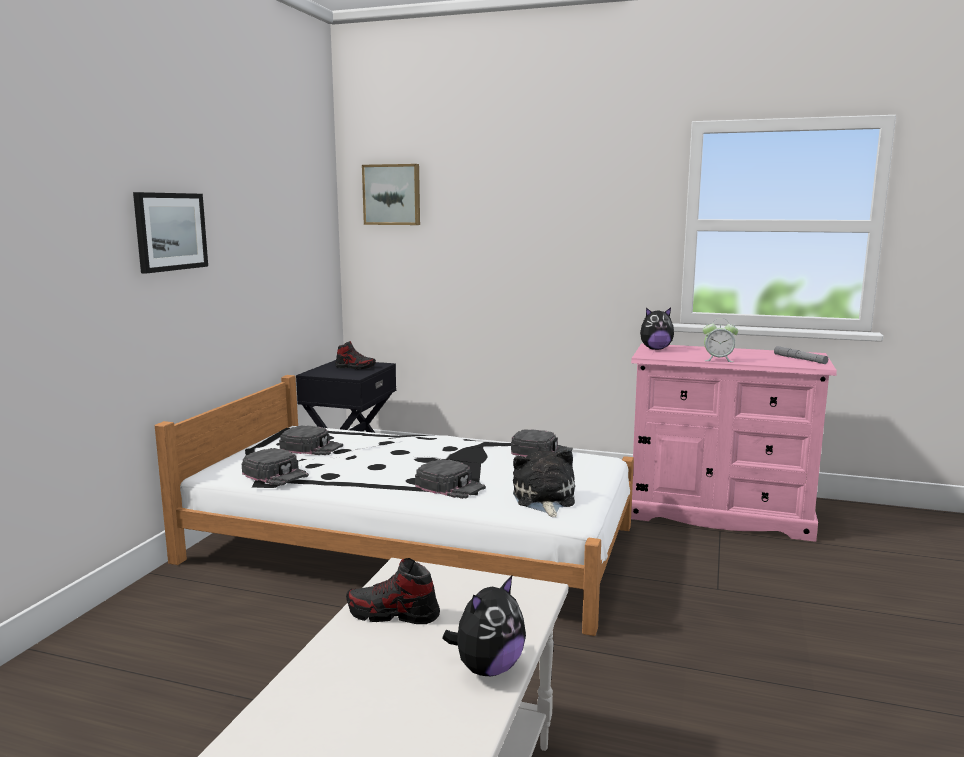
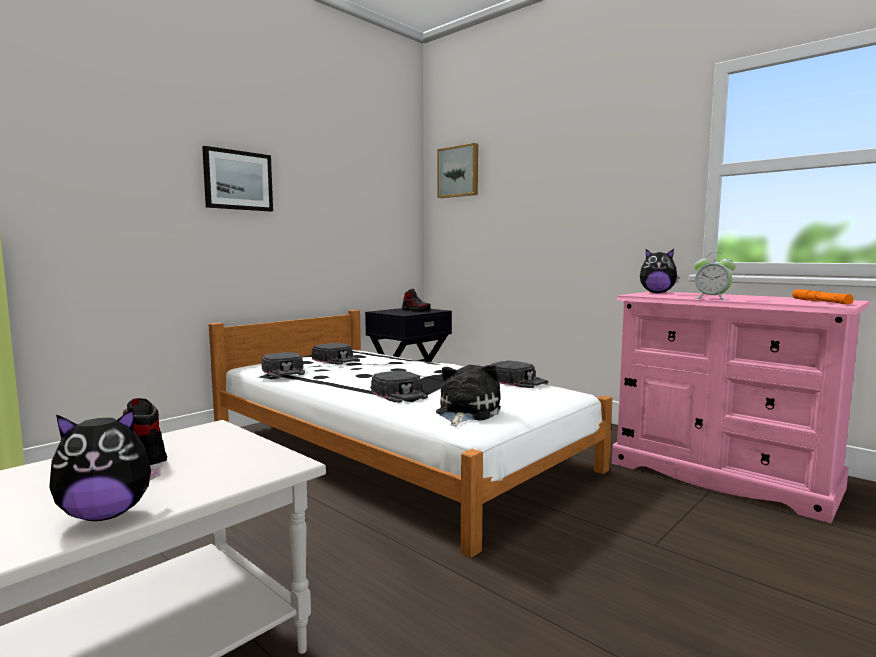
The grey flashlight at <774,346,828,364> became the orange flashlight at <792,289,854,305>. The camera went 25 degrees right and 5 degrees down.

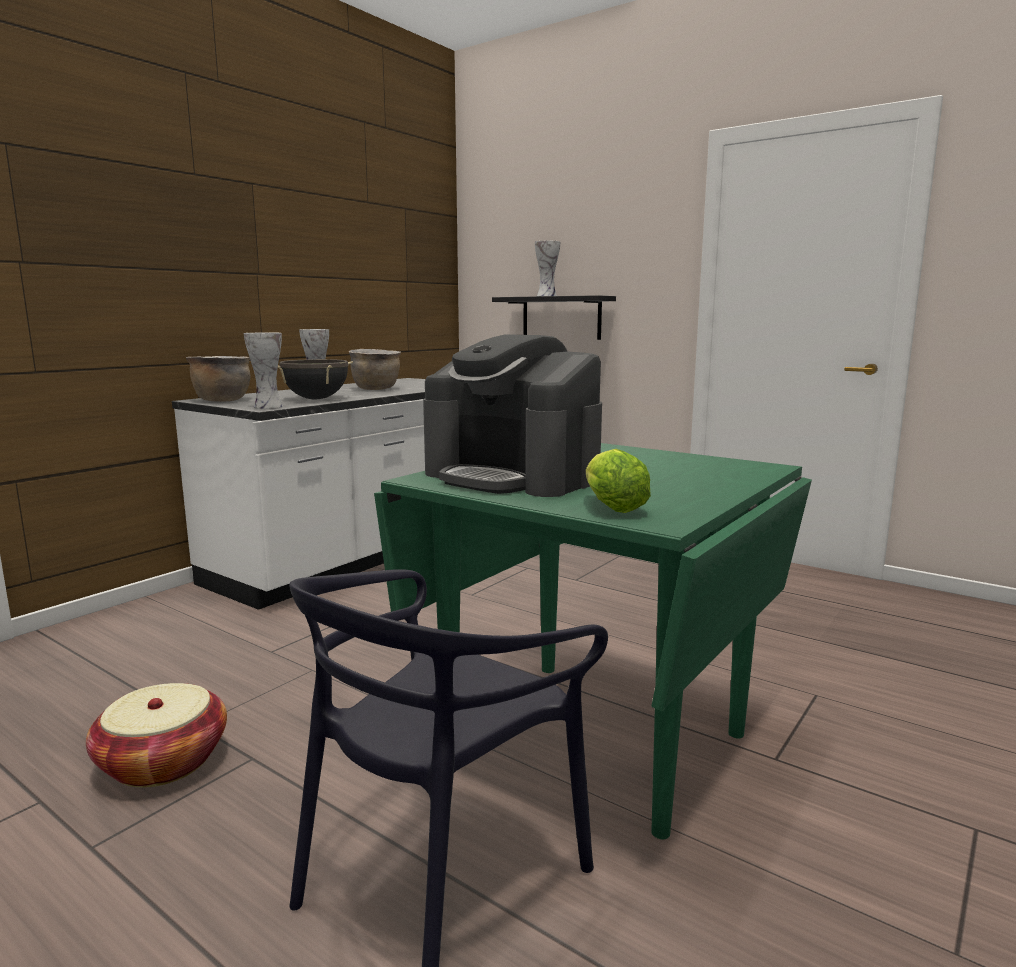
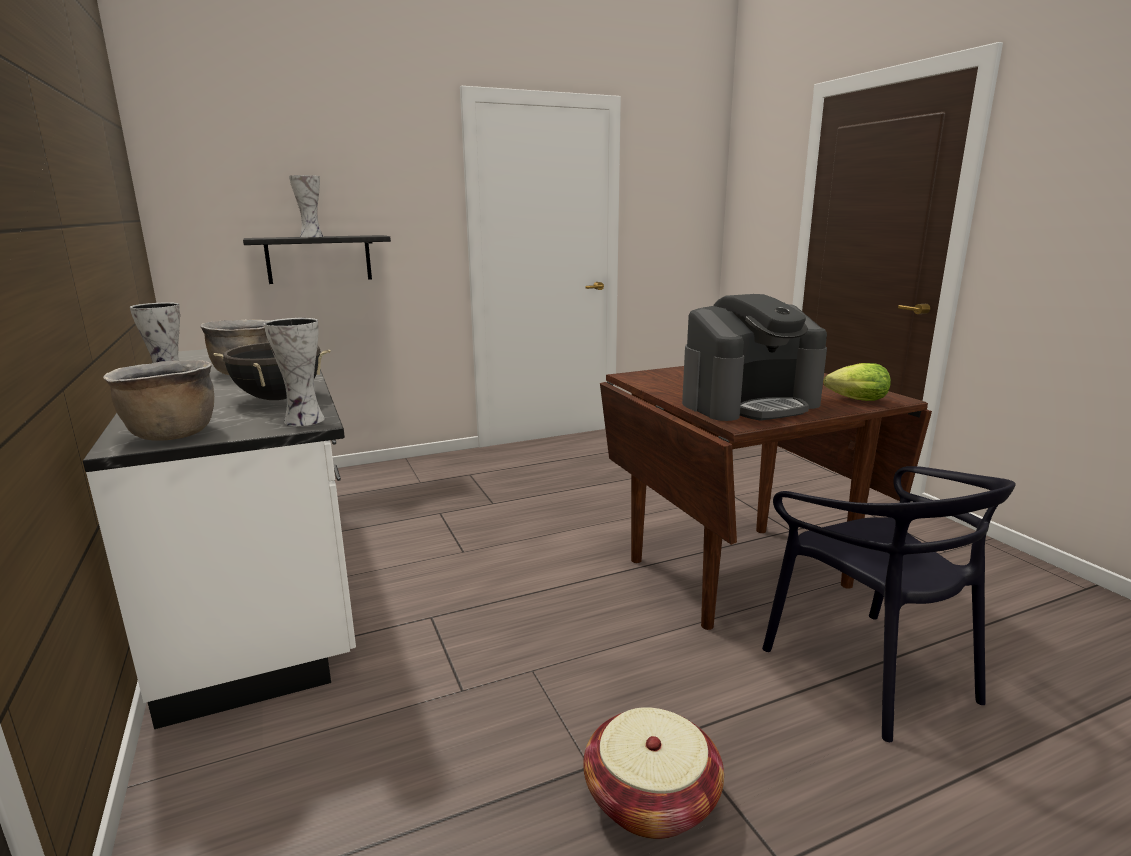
The green dining table at <374,443,812,839> became the brown dining table at <600,366,932,630>. The camera went 60 degrees left and 5 degrees up.

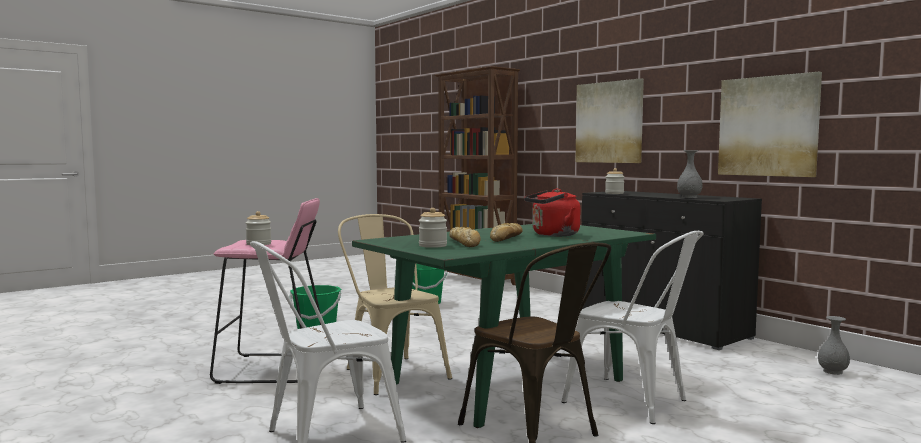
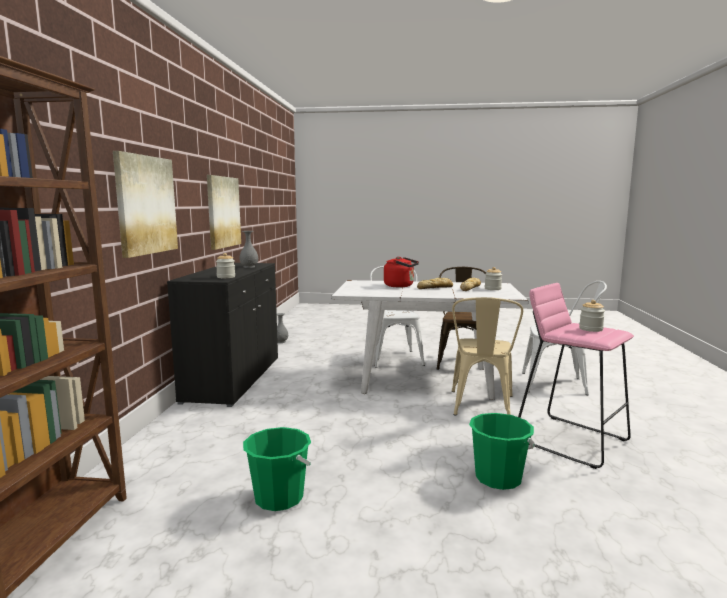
The green dining table at <352,224,656,428> became the white dining table at <332,280,528,400>. The camera went 135 degrees left and 5 degrees up.

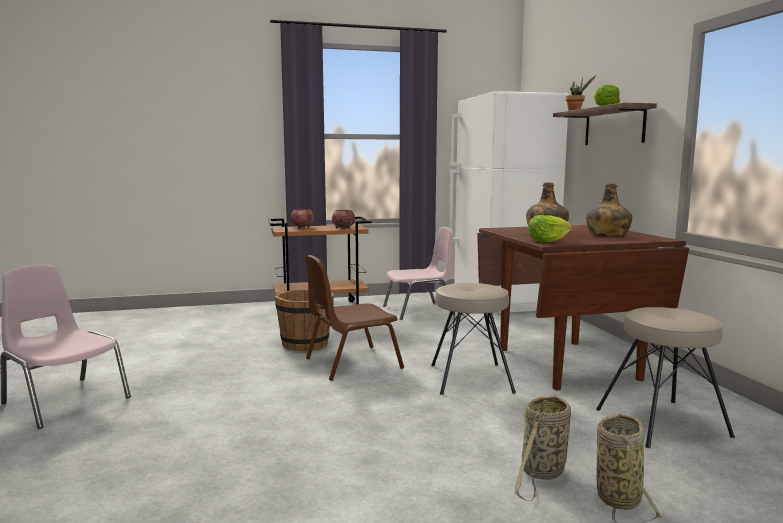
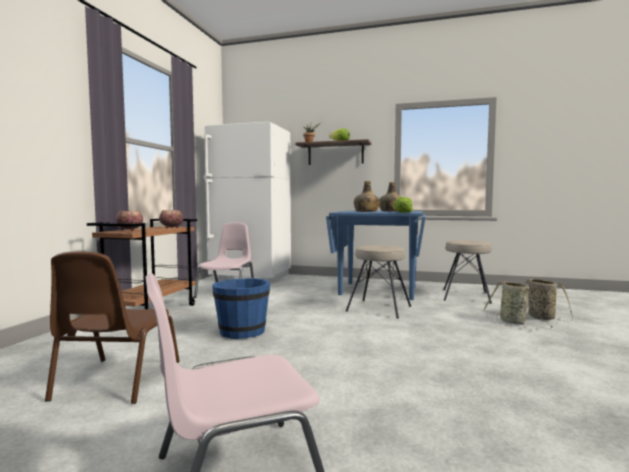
The brown bucket at <275,289,334,351> became the blue bucket at <212,278,270,339>. The brown chair moved from <305,255,404,381> to <45,252,180,404>. The brown dining table at <477,225,689,390> became the blue dining table at <326,211,426,300>. The camera went 60 degrees left and 5 degrees down.

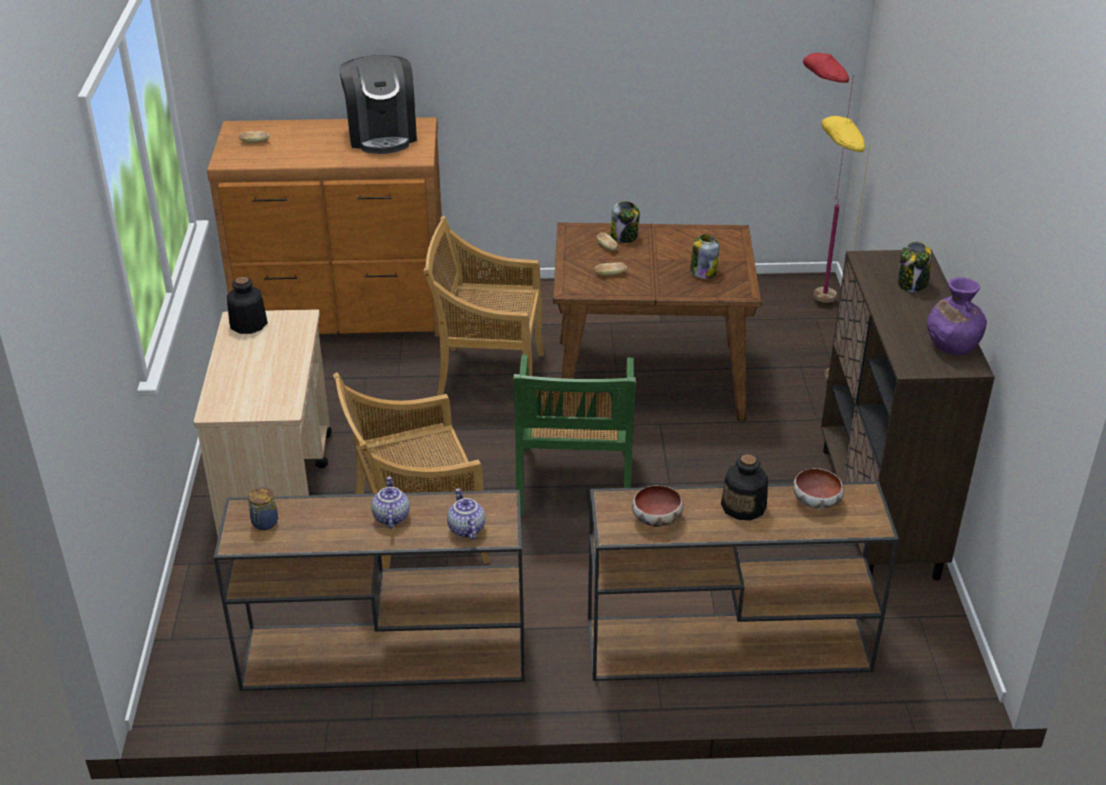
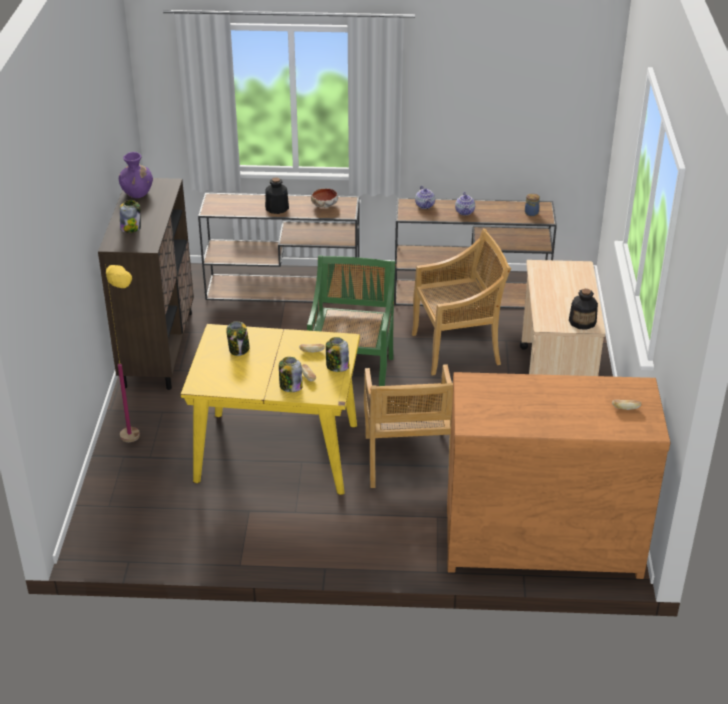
The coffee machine at <339,55,417,154> disappeared. The beige chair at <423,216,544,396> turned 75 degrees clockwise. The brown dining table at <553,223,761,421> became the yellow dining table at <180,324,360,495>. The bowl at <793,468,844,509> disappeared. The red floor lamp at <803,53,854,303> disappeared. The jar at <326,337,349,372> appeared. The camera went 175 degrees left and 0 degrees up.

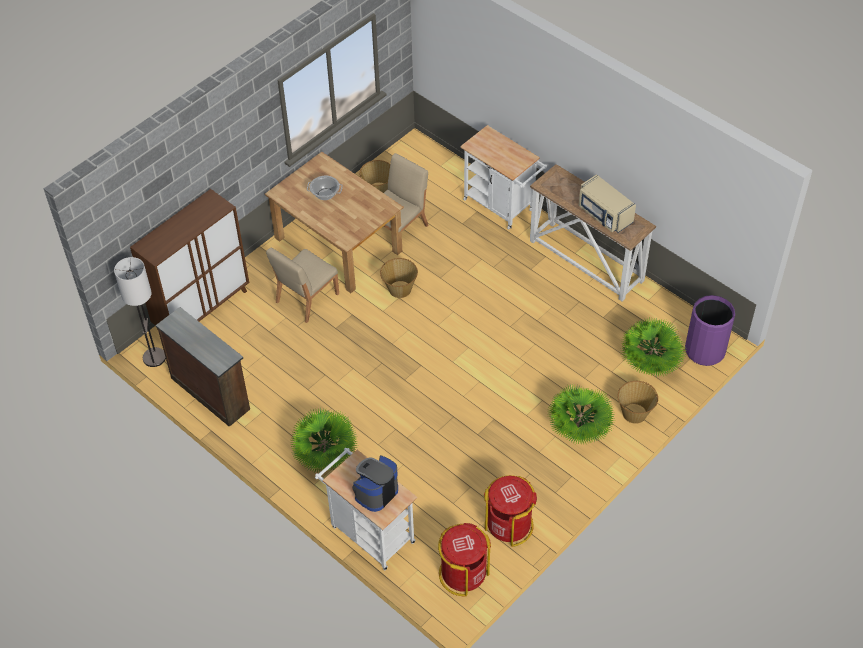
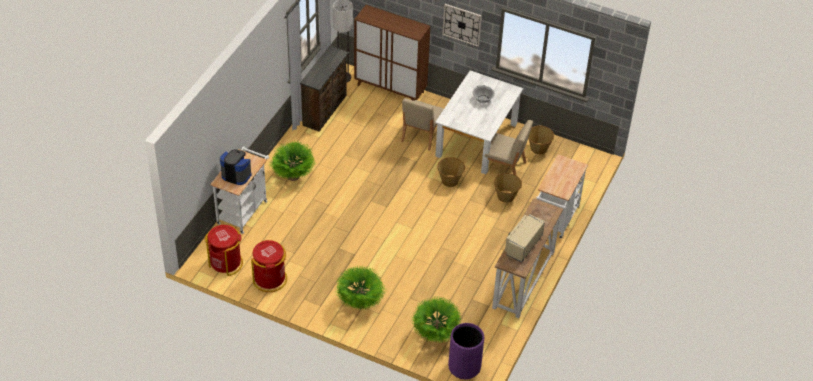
The brown dining table at <265,152,404,293> became the white dining table at <435,70,523,174>. The beige chair at <266,248,339,323> turned 90 degrees counterclockwise. The basket moved from <617,381,658,424> to <494,173,522,203>. The wall clock at <443,4,482,47> appeared. The camera went 70 degrees right and 5 degrees down.

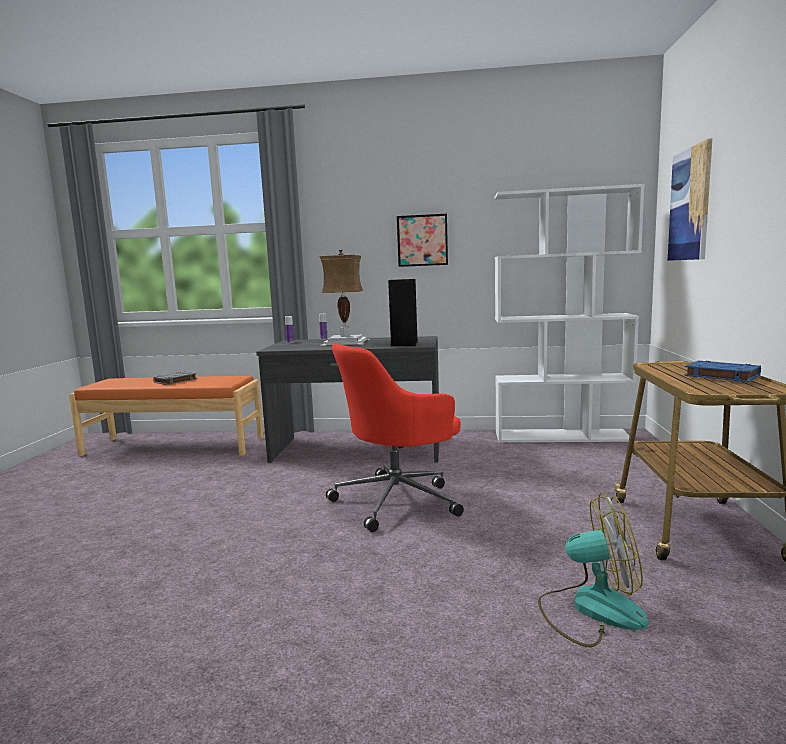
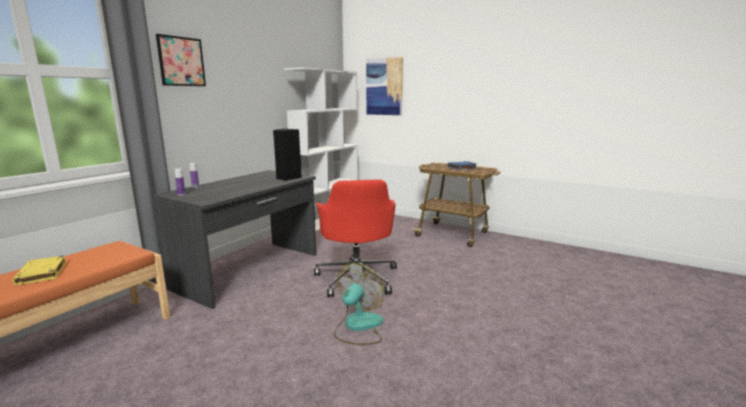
The grey book at <153,371,197,385> became the yellow book at <12,256,66,285>. The table lamp at <319,250,370,346> disappeared. The picture moved from <397,214,448,267> to <156,34,206,86>. The fan moved from <538,493,649,647> to <334,263,384,345>. The camera went 65 degrees left and 5 degrees up.

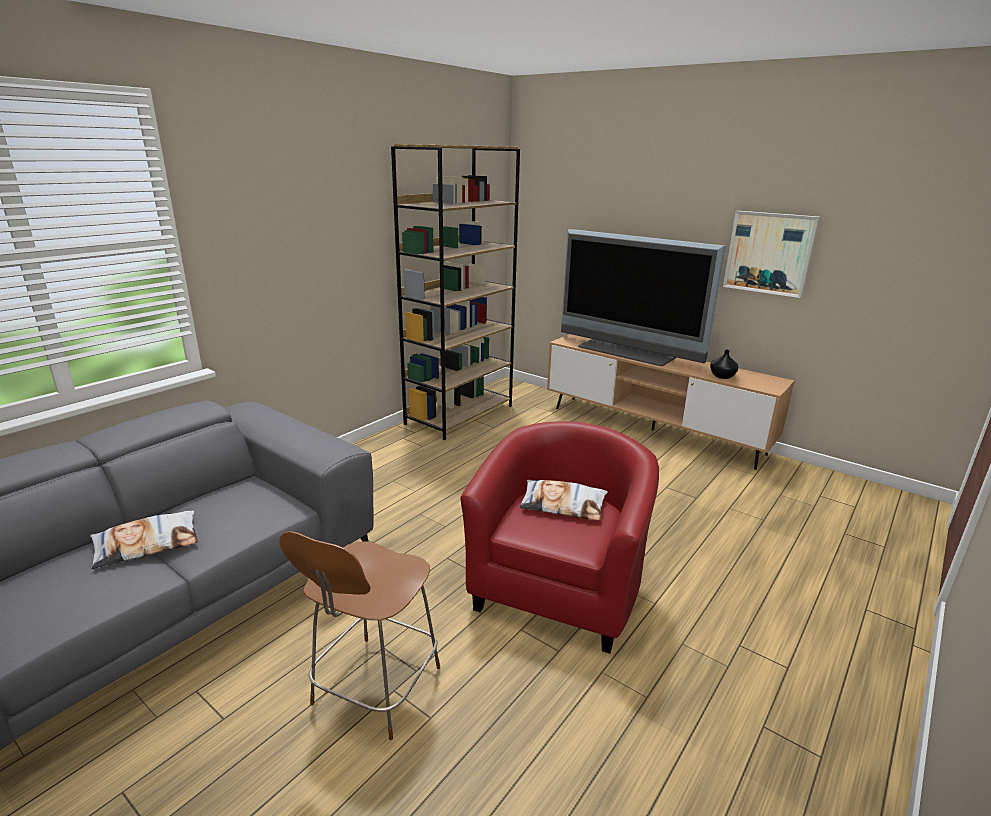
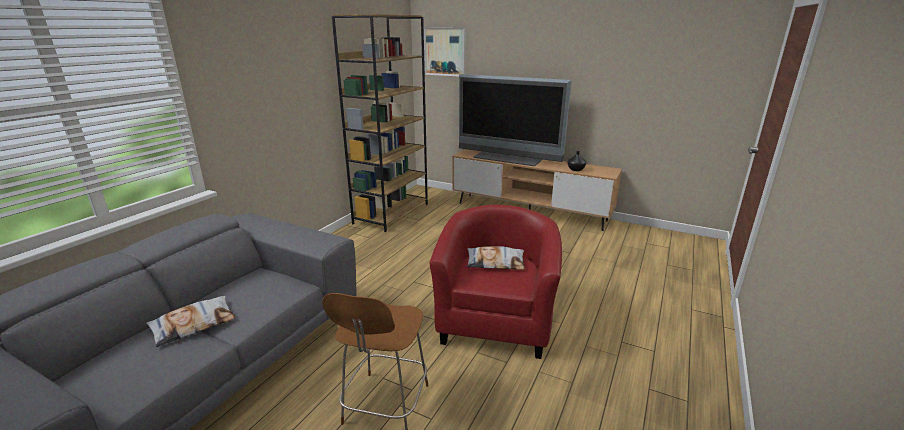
The picture moved from <723,211,820,298> to <424,27,466,77>. The camera went 10 degrees left and 0 degrees up.

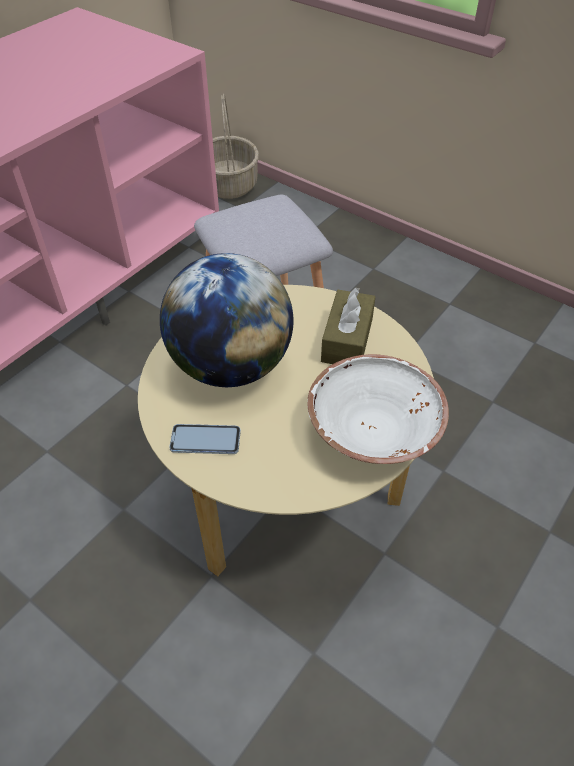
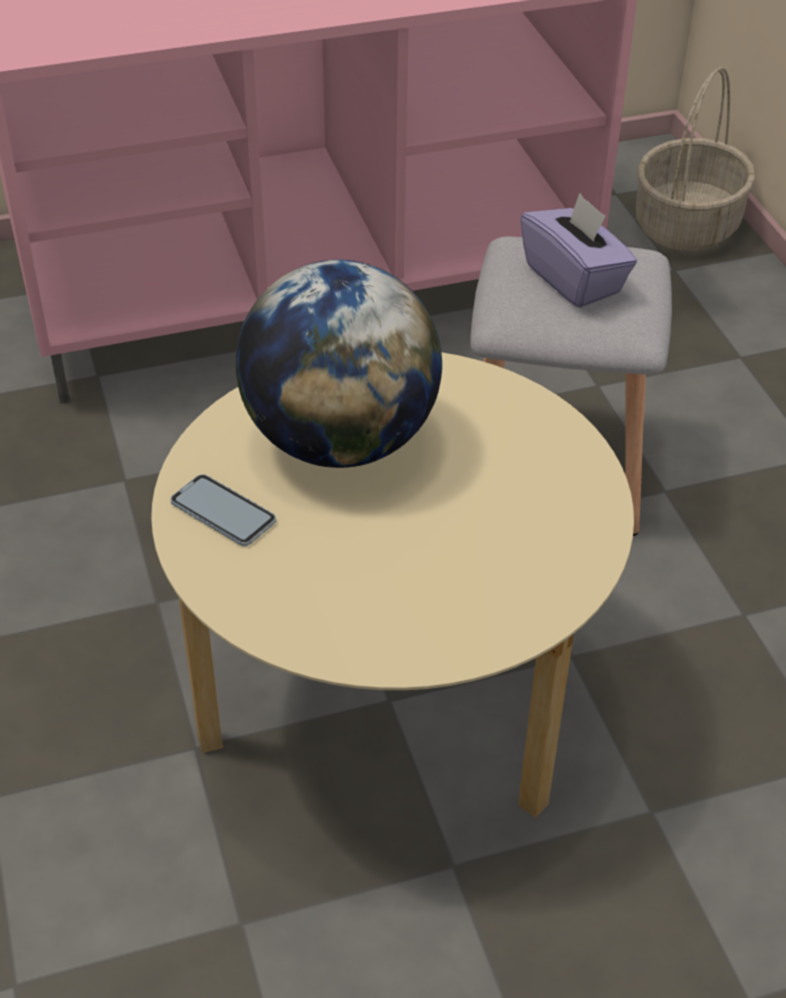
The white bowl at <307,354,449,464> disappeared. The brown tissue box at <321,287,376,364> disappeared. The purple tissue box at <520,193,637,308> appeared. The camera went 35 degrees right and 5 degrees down.

